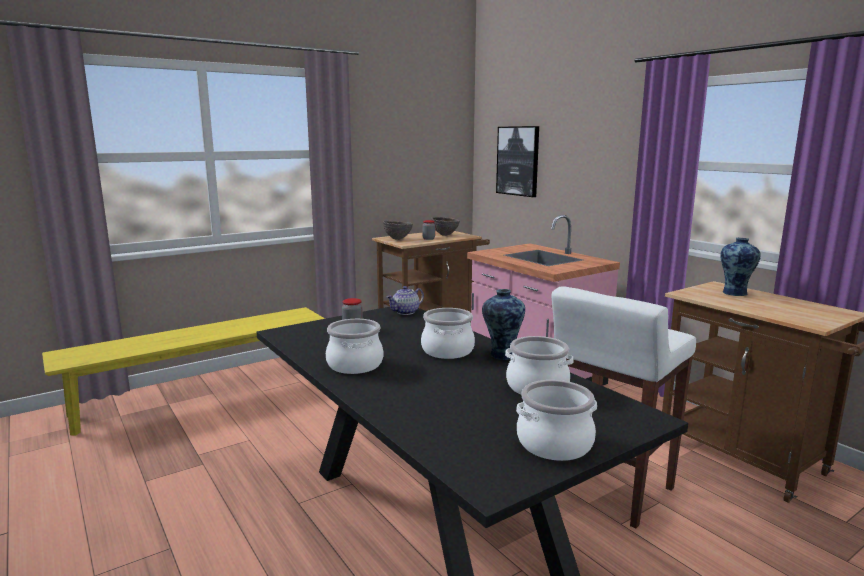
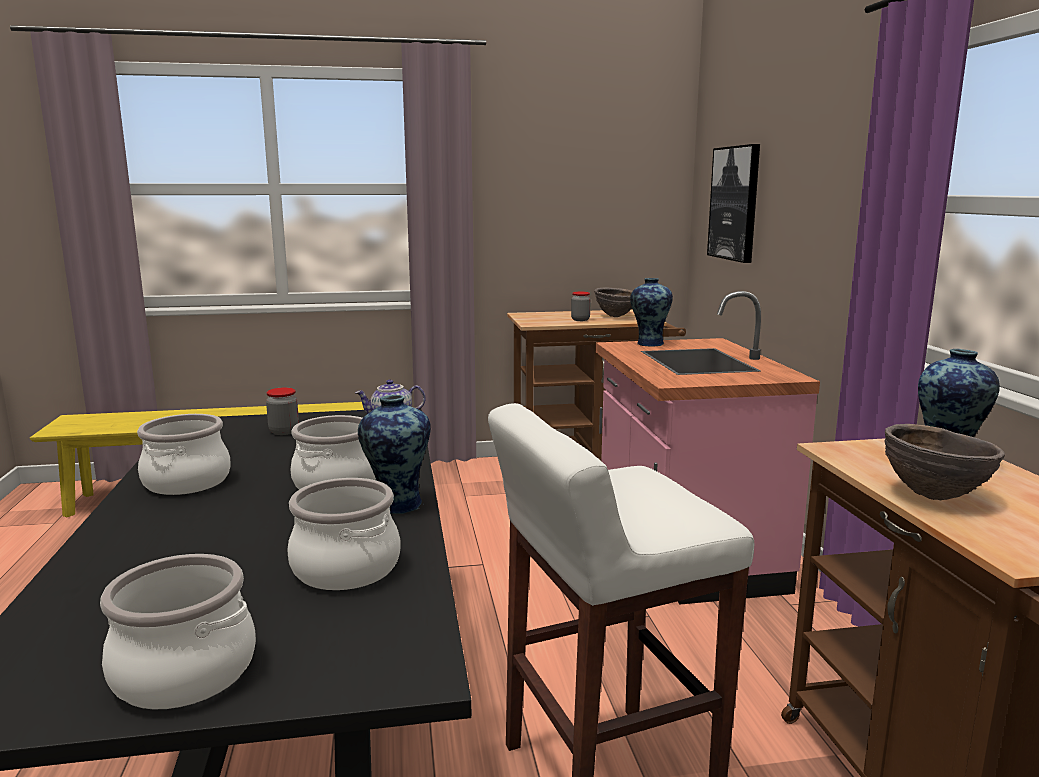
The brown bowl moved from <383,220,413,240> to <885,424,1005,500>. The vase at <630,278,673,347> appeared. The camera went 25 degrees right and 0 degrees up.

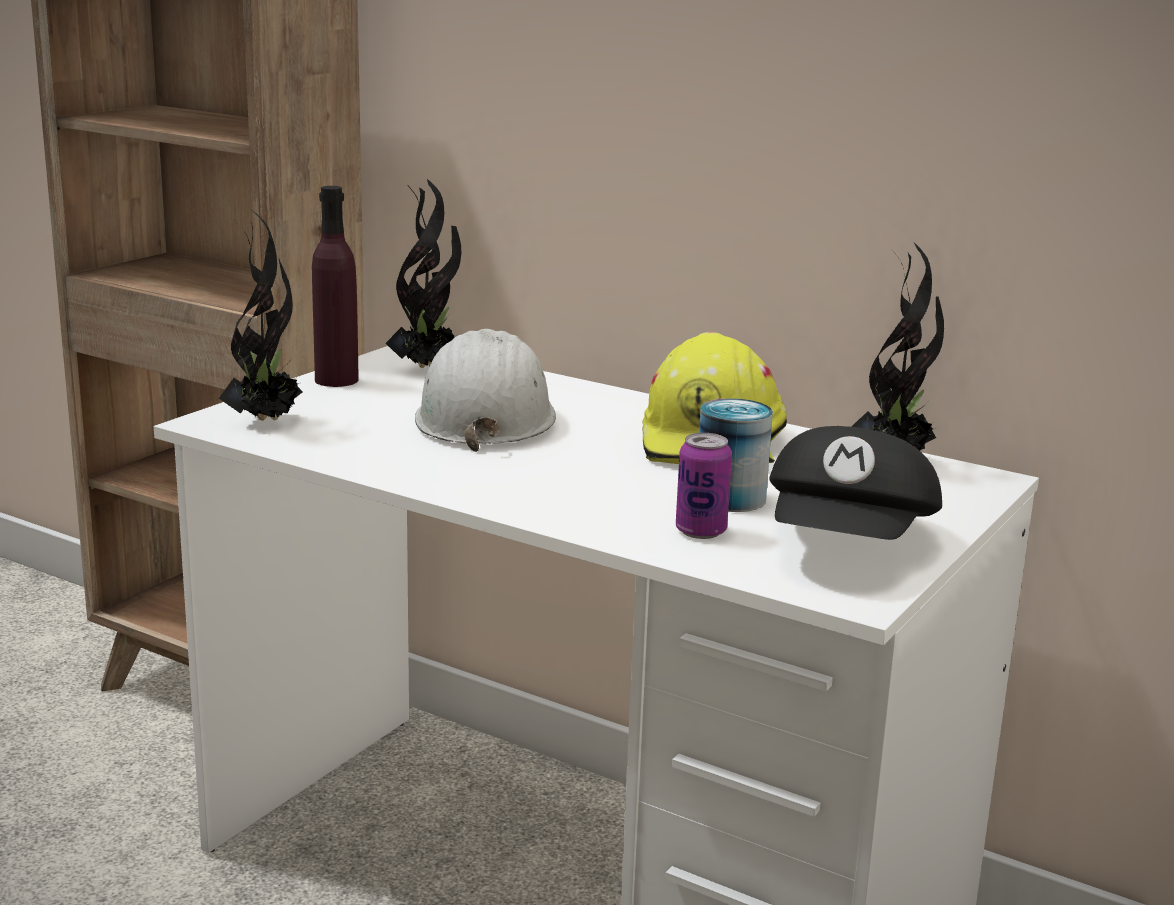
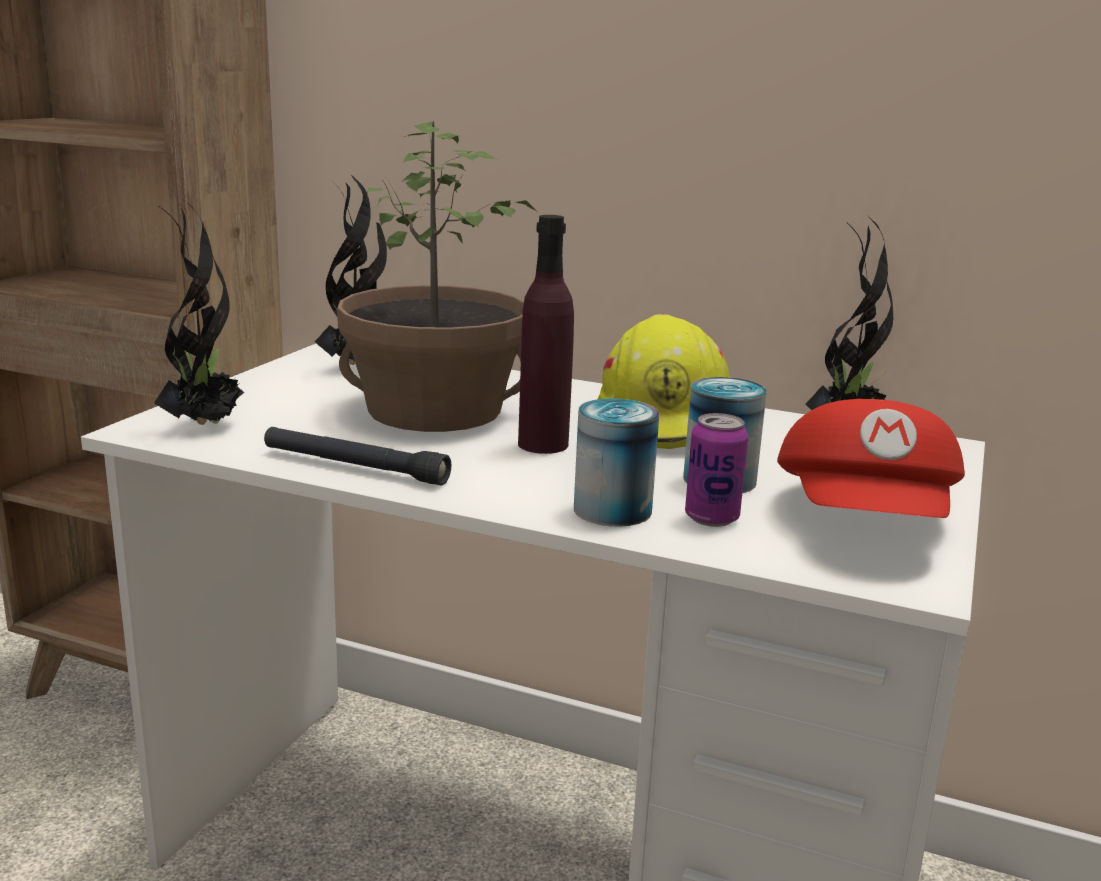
The purple bottle moved from <312,186,359,387> to <518,215,574,454>. The white hard hat at <415,329,556,452> was replaced by the potted plant at <337,121,536,432>. The black cap at <769,426,942,540> became the red cap at <777,399,965,518>. The black flashlight at <264,427,451,485> appeared. The can at <574,398,659,527> appeared. The camera went 10 degrees left and 0 degrees up.

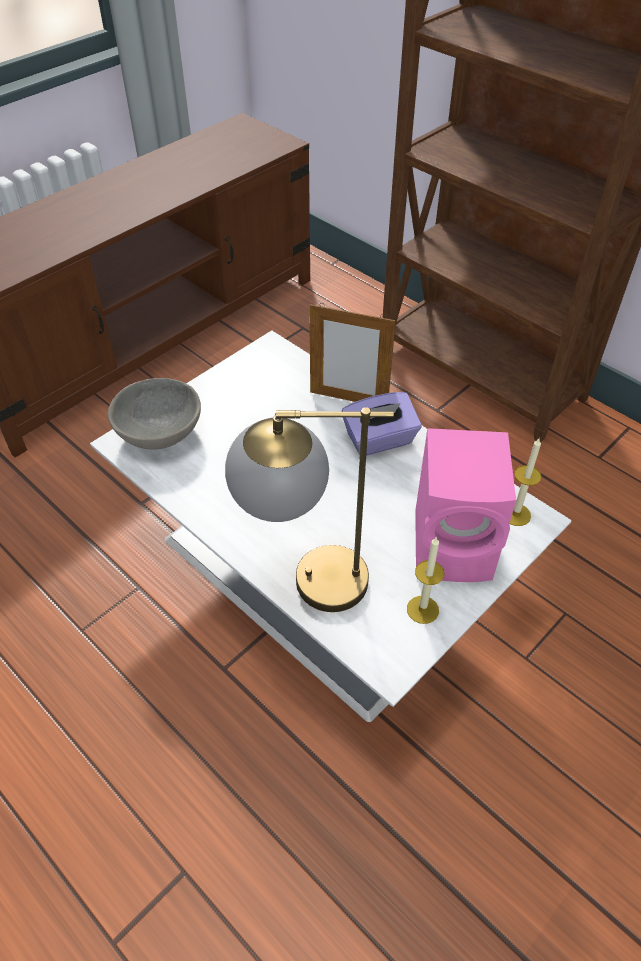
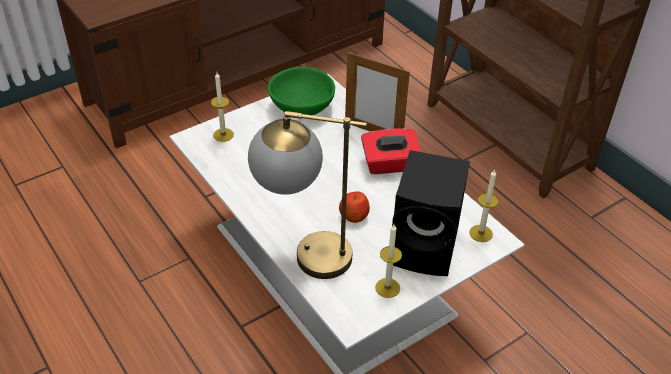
The grey bowl at <108,378,201,449> was replaced by the candle at <211,72,234,142>. The purple tissue box at <342,392,422,456> became the red tissue box at <361,128,420,174>. The pink speaker at <415,428,516,582> became the black speaker at <392,150,470,276>. The green bowl at <268,67,335,115> appeared. The apple at <339,191,370,223> appeared. The camera went 10 degrees right and 5 degrees down.

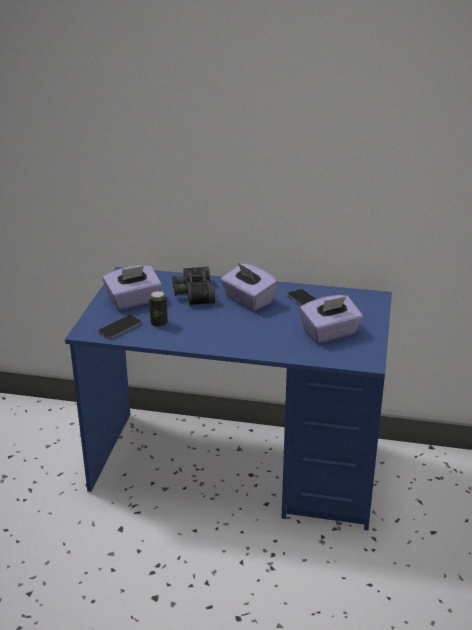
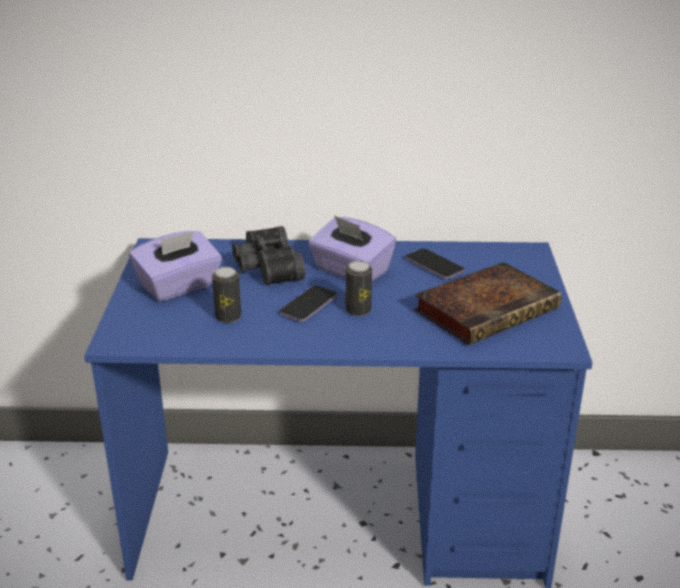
The phone moved from <98,315,142,339> to <279,285,337,322>. The purple tissue box at <300,295,363,343> was replaced by the book at <414,262,561,345>. The can at <346,261,372,316> appeared. The camera went 10 degrees left and 0 degrees up.

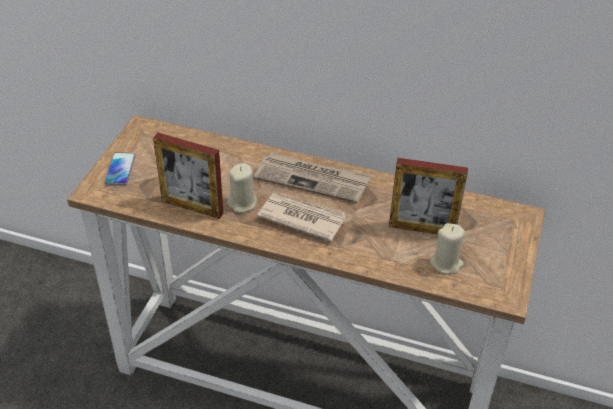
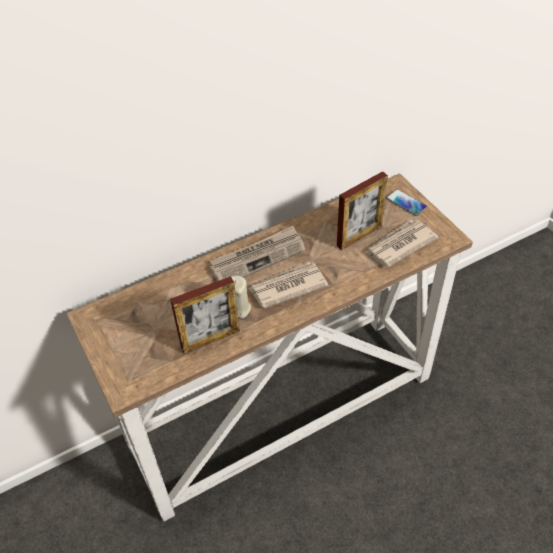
The phone moved from <105,152,136,185> to <386,189,427,216>. The beige candle at <430,223,465,274> was replaced by the newspaper at <365,220,438,267>. The camera went 45 degrees left and 5 degrees up.

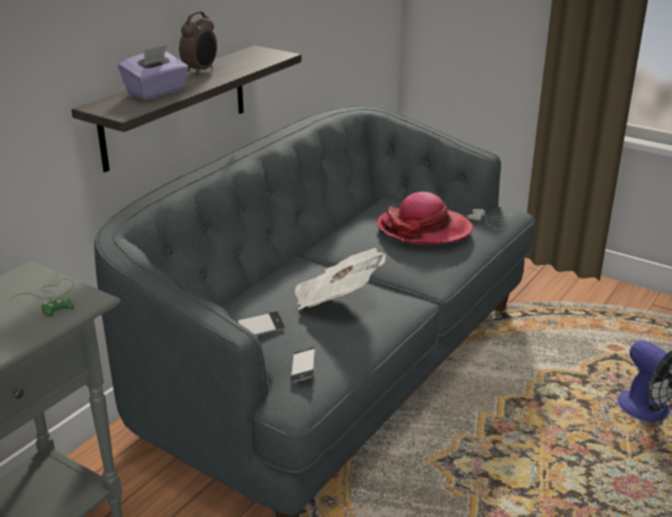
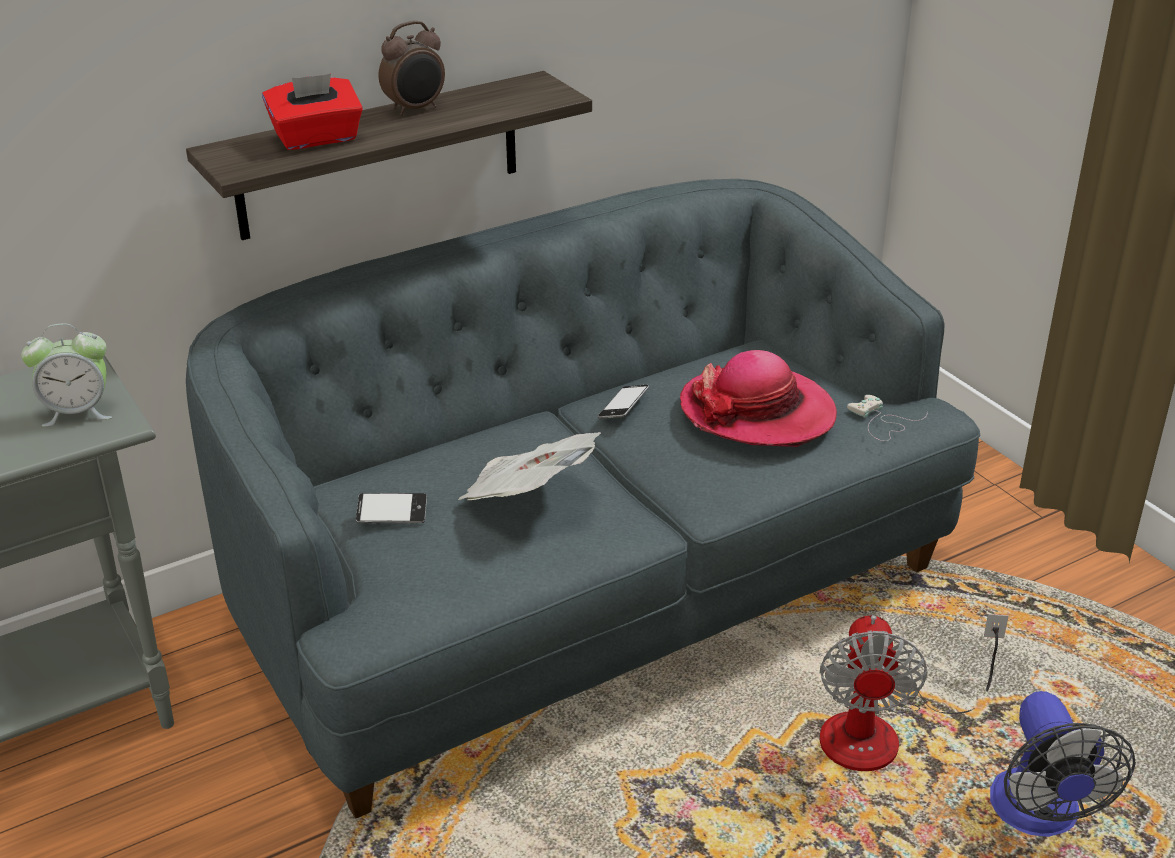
The green game controller at <9,278,74,317> was replaced by the alarm clock at <21,324,112,427>. The purple tissue box at <118,45,188,100> became the red tissue box at <262,74,363,150>. The phone moved from <290,347,316,383> to <598,385,649,419>. The fan at <819,614,1009,771> appeared. The camera went 25 degrees right and 5 degrees up.

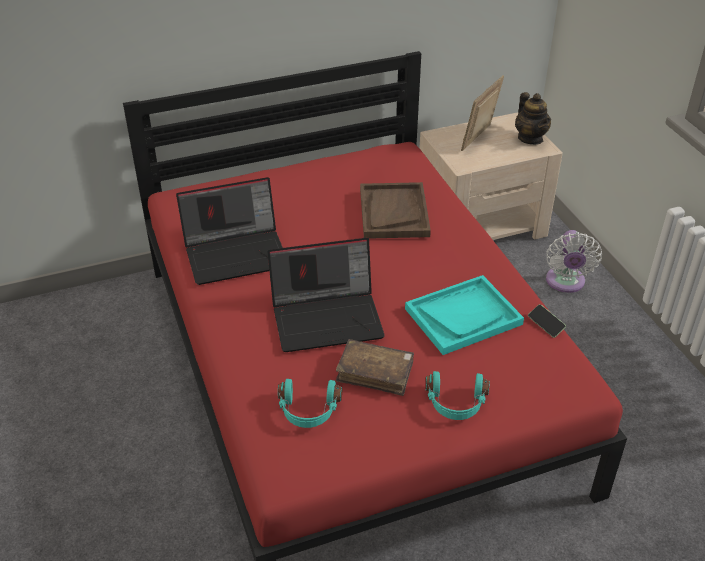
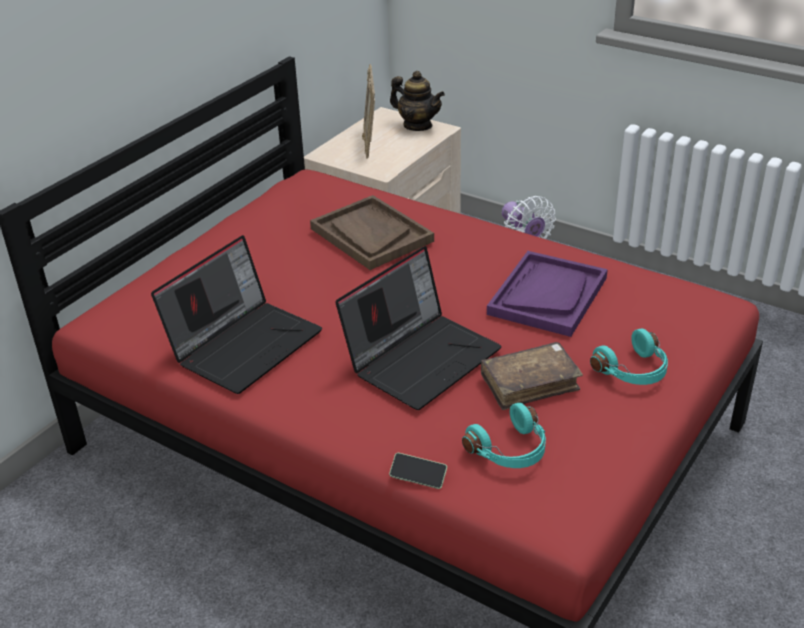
The turquoise tray at <405,275,524,355> became the purple tray at <487,251,608,337>. The phone moved from <528,304,566,338> to <389,453,447,489>. The camera went 35 degrees left and 5 degrees down.

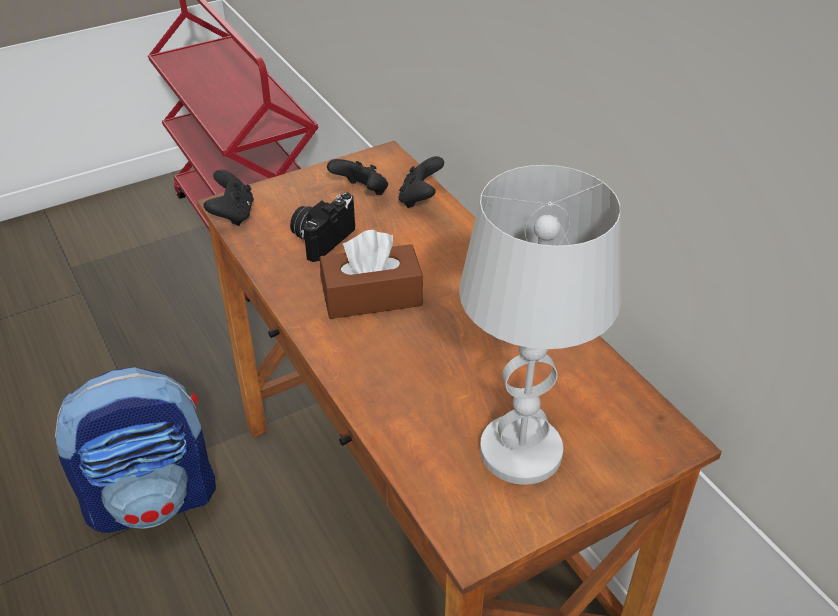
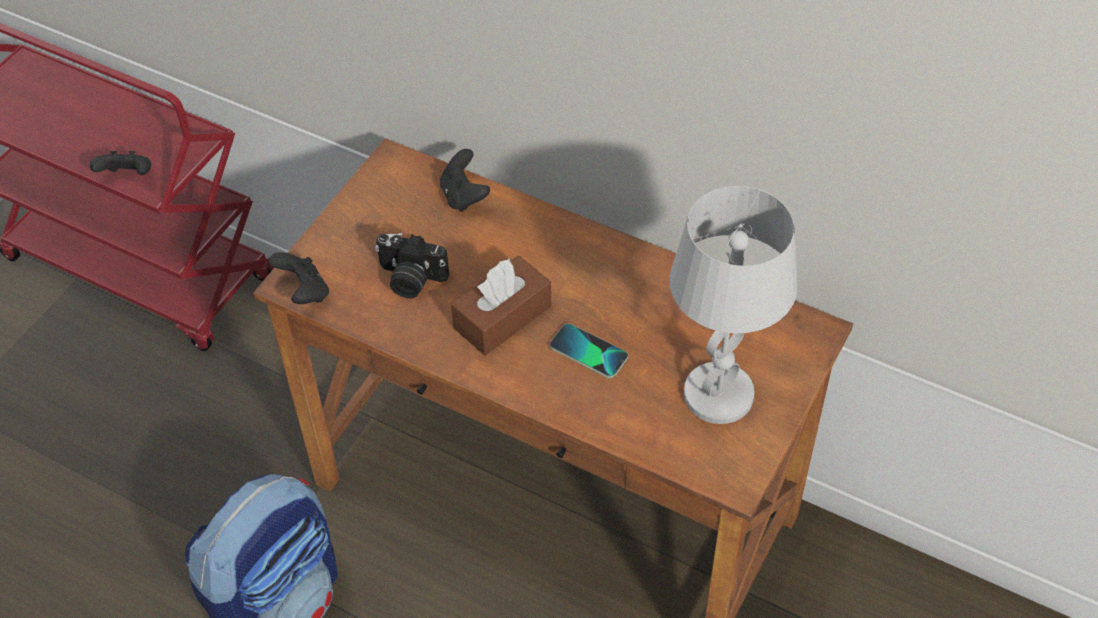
The photo camera at <290,192,355,262> turned 75 degrees counterclockwise. The black game controller moved from <327,159,388,195> to <90,151,151,175>. The phone at <550,324,628,378> appeared. The camera went 30 degrees left and 10 degrees up.

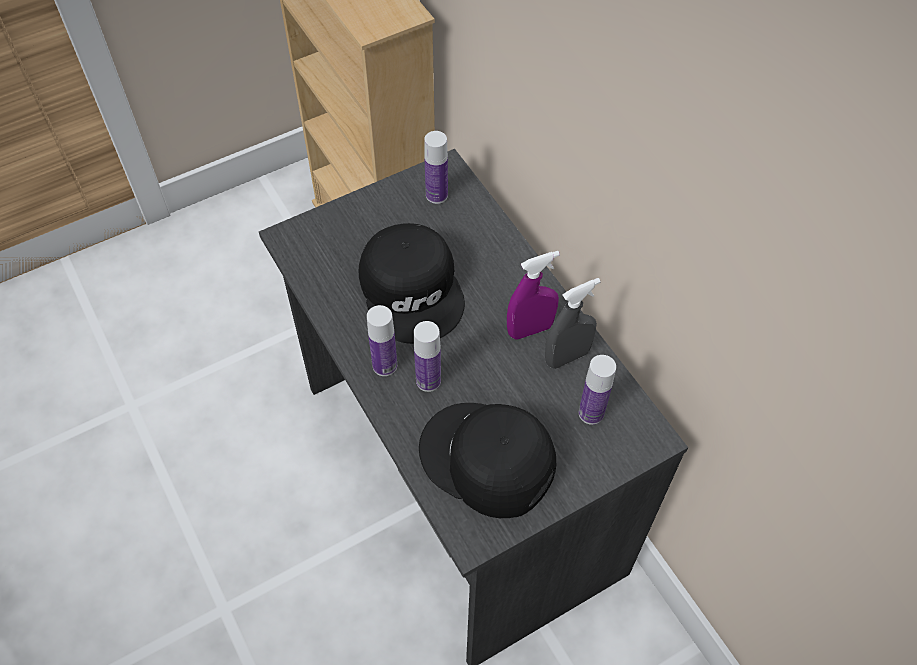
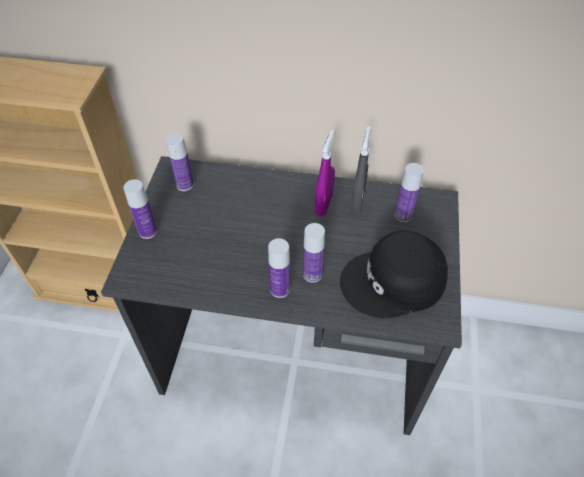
The black cap at <359,223,465,344> disappeared. The bottle at <123,179,157,239> appeared. The camera went 50 degrees left and 5 degrees down.

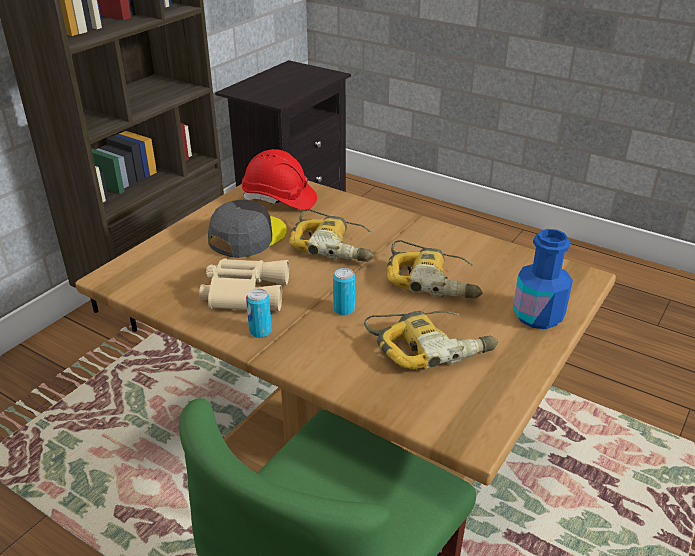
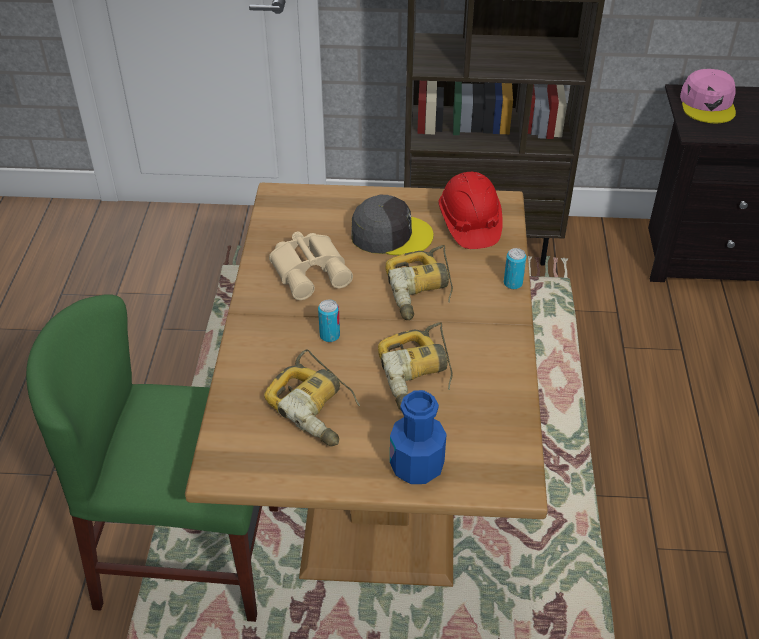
The can moved from <246,289,272,338> to <504,248,527,289>. The pink cap at <680,69,736,123> appeared. The camera went 60 degrees right and 10 degrees up.

